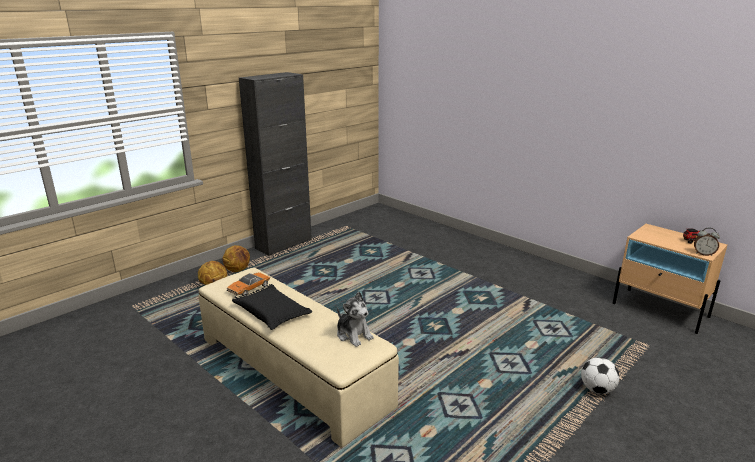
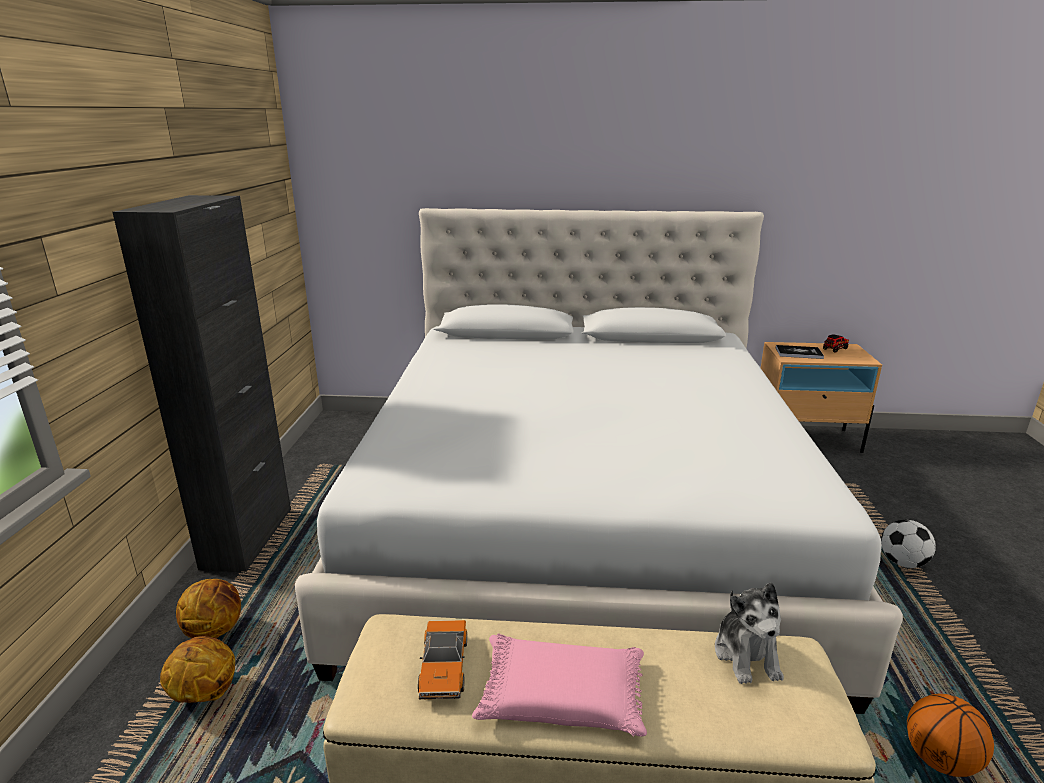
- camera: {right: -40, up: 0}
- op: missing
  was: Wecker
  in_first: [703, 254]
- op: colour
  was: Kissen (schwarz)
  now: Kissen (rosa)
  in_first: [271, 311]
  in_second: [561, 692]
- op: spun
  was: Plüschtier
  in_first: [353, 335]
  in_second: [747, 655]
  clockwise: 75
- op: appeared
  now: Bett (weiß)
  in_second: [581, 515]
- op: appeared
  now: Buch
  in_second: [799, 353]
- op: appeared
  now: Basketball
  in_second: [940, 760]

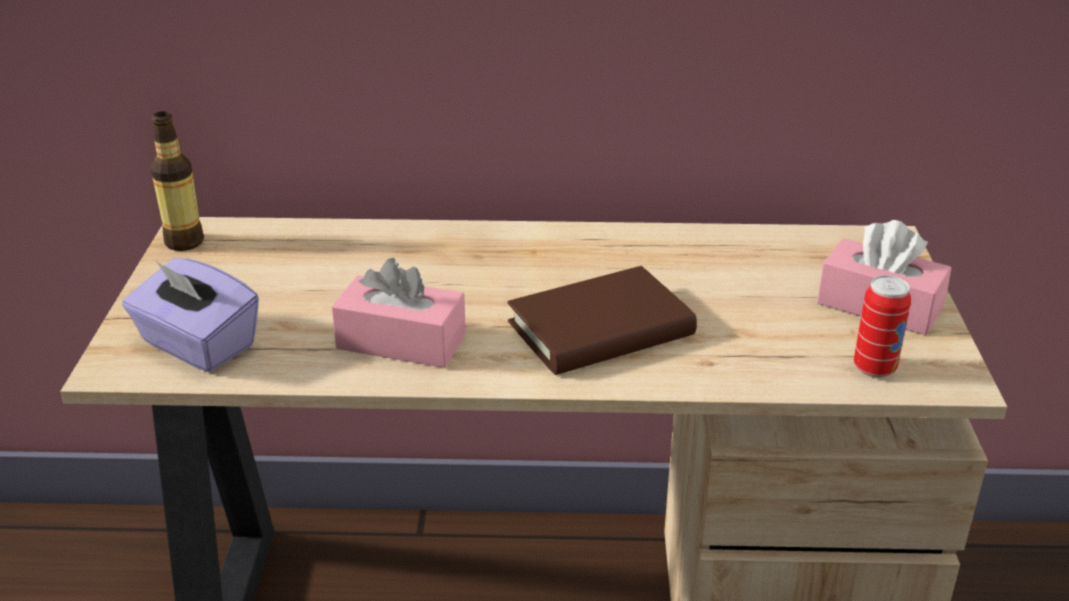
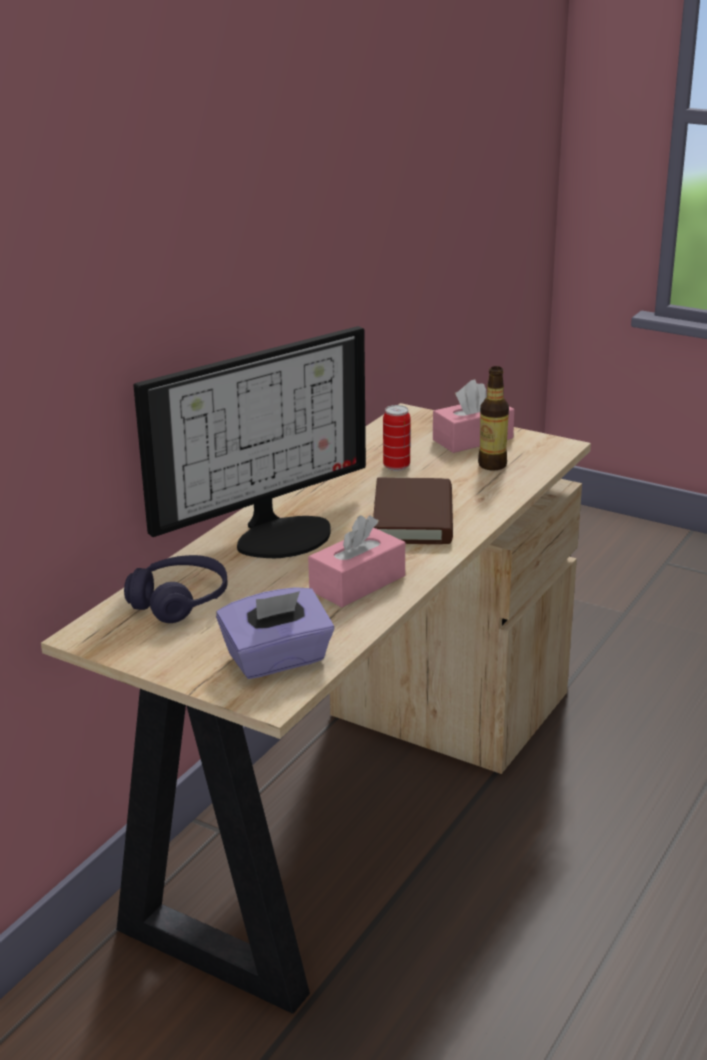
- camera: {right: -60, up: -5}
- op: relocated
  was: Flasche
  in_first: [184, 242]
  in_second: [492, 465]
- op: relocated
  was: Dose
  in_first: [874, 368]
  in_second: [396, 466]
- op: appeared
  now: Monitor
  in_second: [279, 533]
- op: appeared
  now: Kopfhörer (lila)
  in_second: [179, 601]

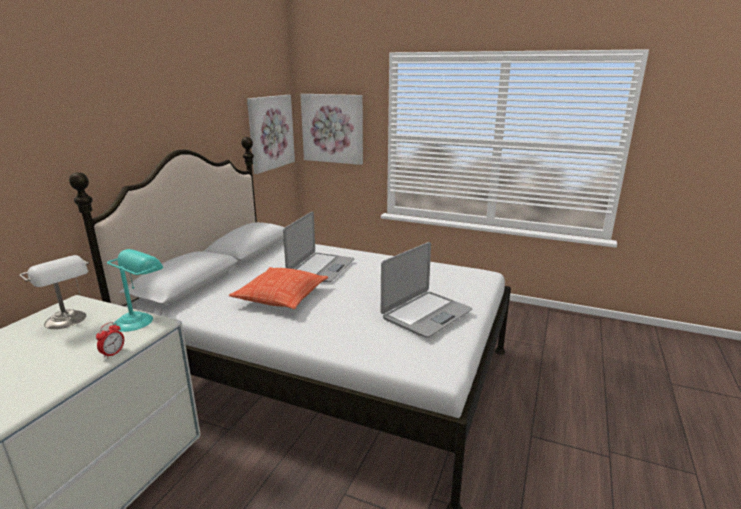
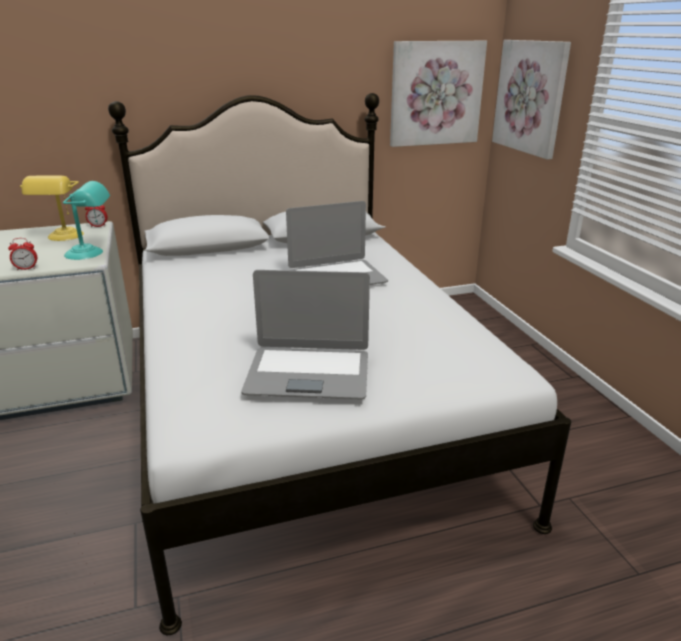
- camera: {right: 50, up: 5}
- op: colour
  was: Tischlampe (weiß)
  now: Tischlampe (gelb)
  in_first: [69, 322]
  in_second: [63, 237]
- op: missing
  was: Kissen (orange)
  in_first: [281, 298]
- op: appeared
  now: Wecker
  in_second: [98, 226]

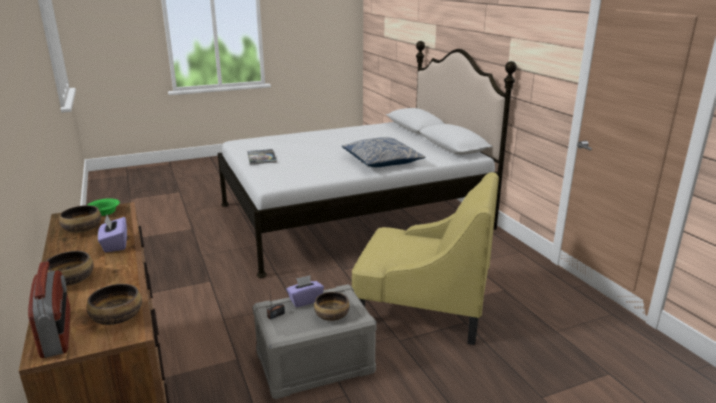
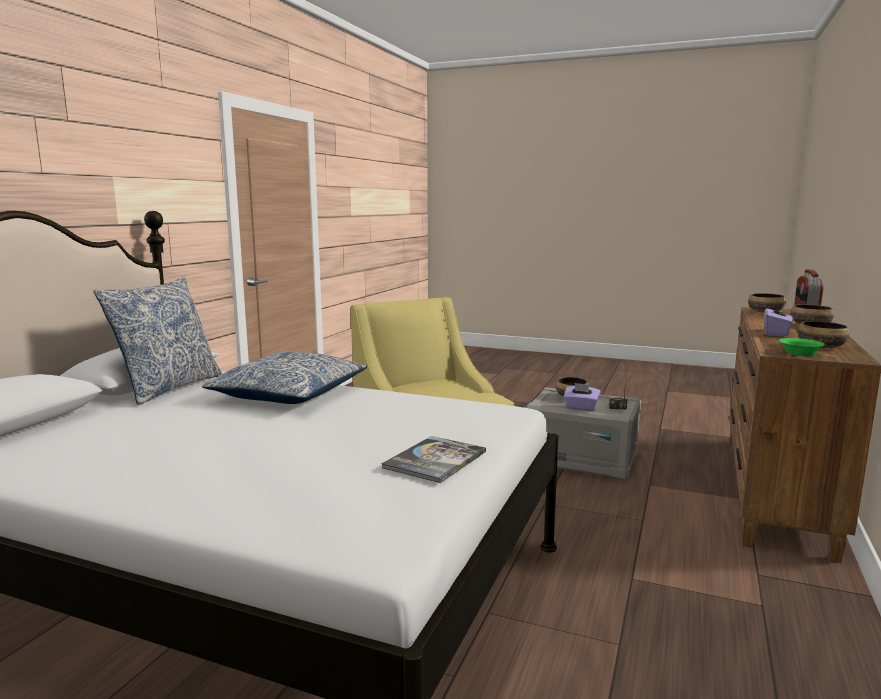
- camera: {right: -135, up: -10}
- op: appeared
  now: Kissen
  in_second: [168, 388]

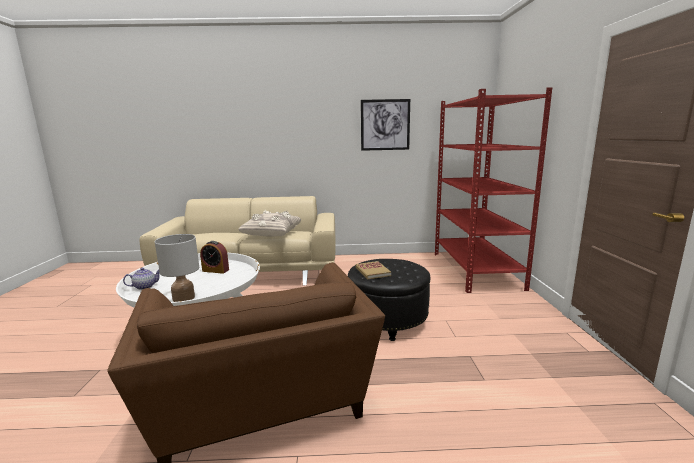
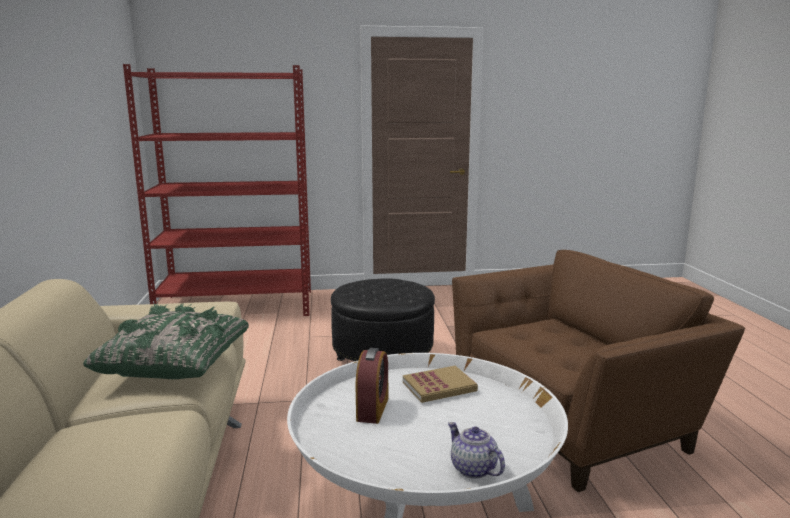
- camera: {right: -95, up: 0}
- op: missing
  was: Bild
  in_first: [385, 125]
- op: colour
  was: Kissen (beige)
  now: Kissen (grün)
  in_first: [272, 234]
  in_second: [174, 366]
- op: missing
  was: Tischlampe (grau)
  in_first: [183, 298]
- op: relocated
  was: Buch
  in_first: [372, 271]
  in_second: [439, 387]

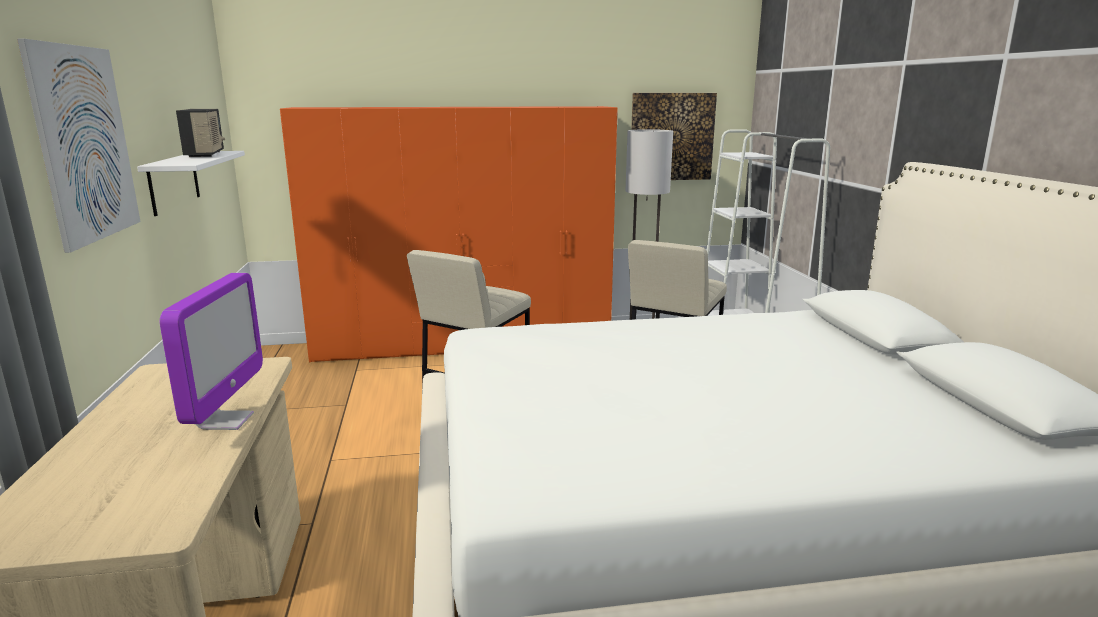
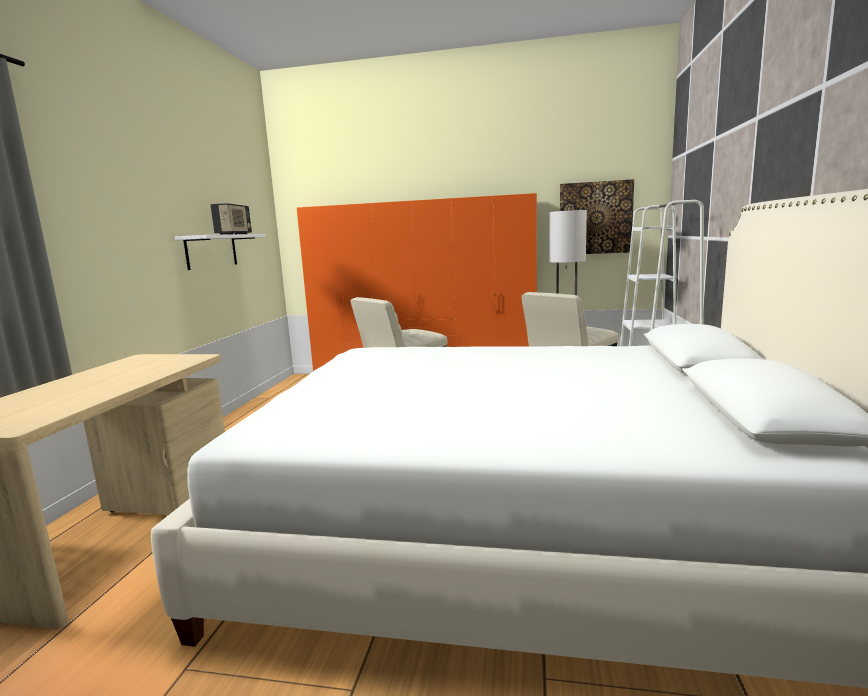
- camera: {right: 20, up: -5}
- op: missing
  was: Bild
  in_first: [85, 144]
- op: missing
  was: Monitor
  in_first: [225, 421]

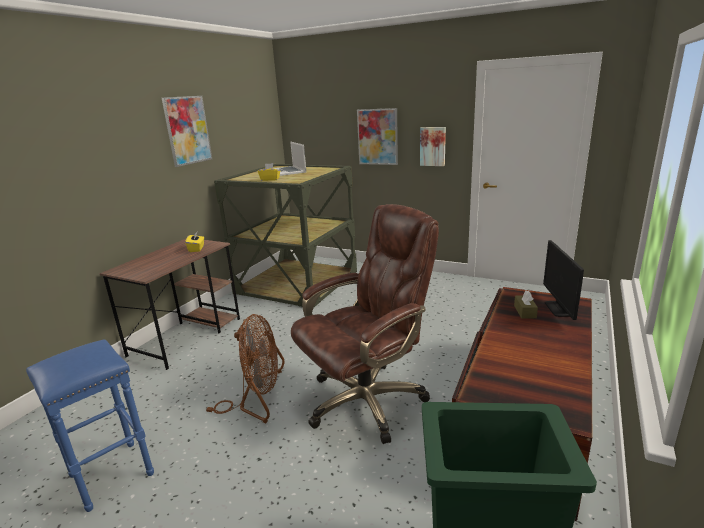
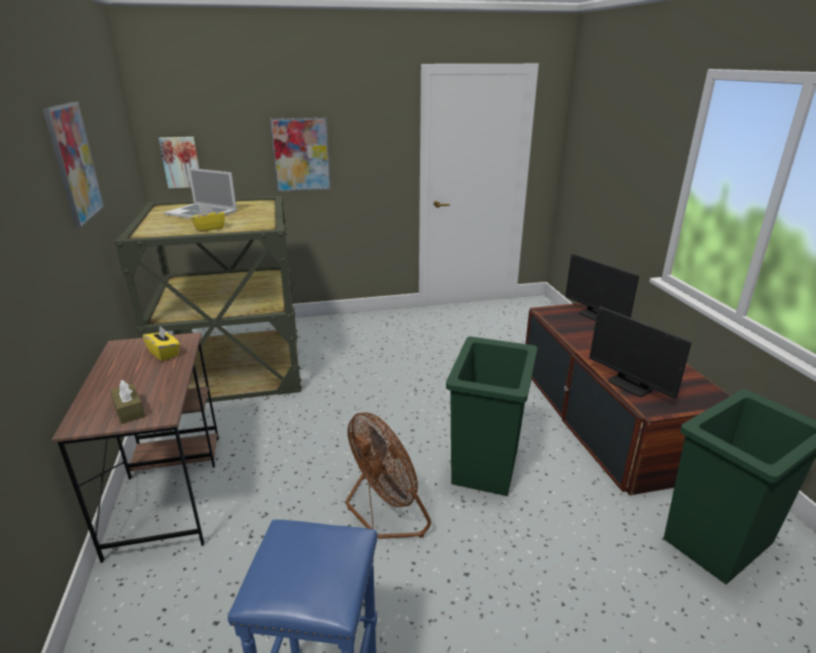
- camera: {right: -40, up: 5}
- op: relocated
  was: Bild
  in_first: [433, 146]
  in_second: [181, 162]
- op: exchanged
  was: Bürostuhl (braun)
  now: Mülleimer (grün)
  in_first: [366, 401]
  in_second: [486, 465]
- op: relocated
  was: Taschentuchbox (braun)
  in_first: [525, 312]
  in_second: [129, 410]
- op: appeared
  now: Monitor
  in_second: [630, 385]

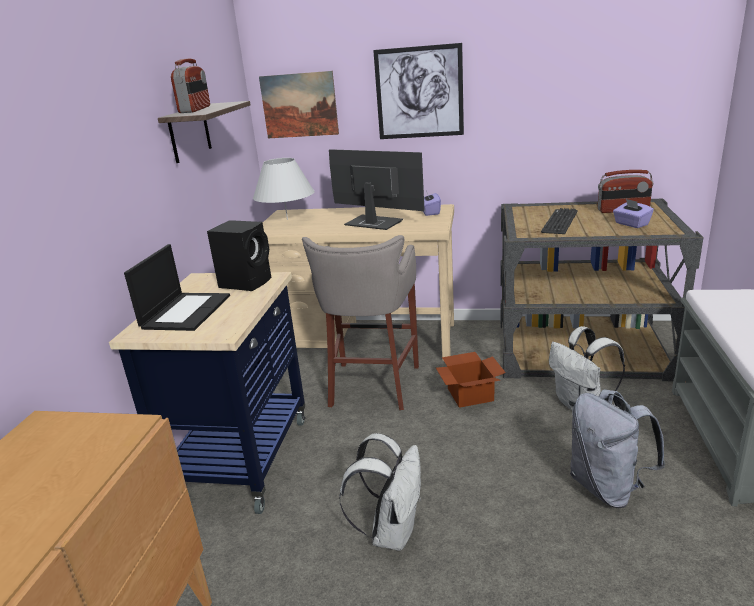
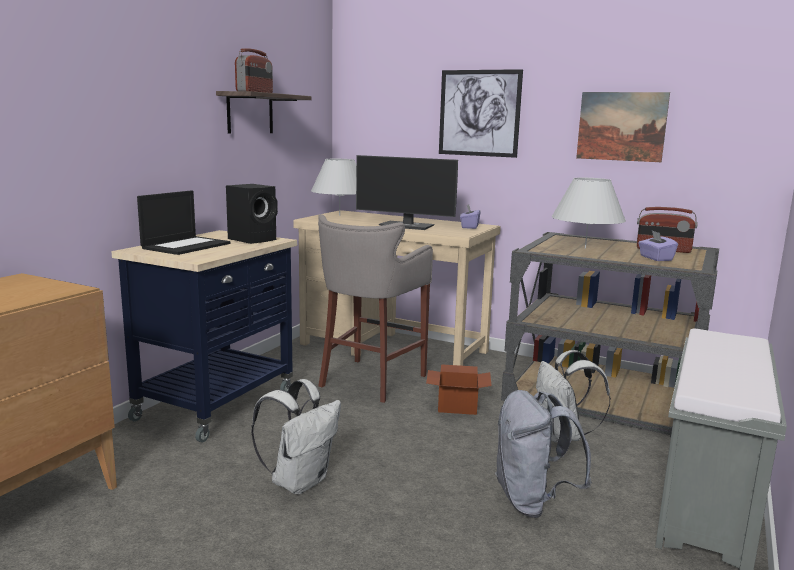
- camera: {right: 15, up: -10}
- op: relocated
  was: Bild
  in_first: [299, 105]
  in_second: [621, 126]
- op: spun
  was: Monitor
  in_first: [372, 223]
  in_second: [408, 226]
  clockwise: 150
- op: exchanged
  was: Tastatur
  now: Tischlampe (weiß)
  in_first: [559, 222]
  in_second: [585, 248]

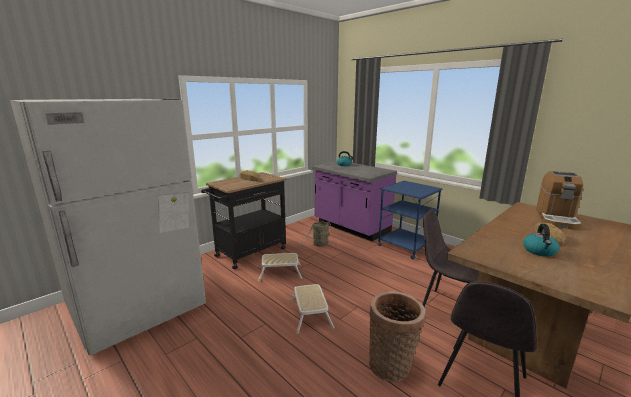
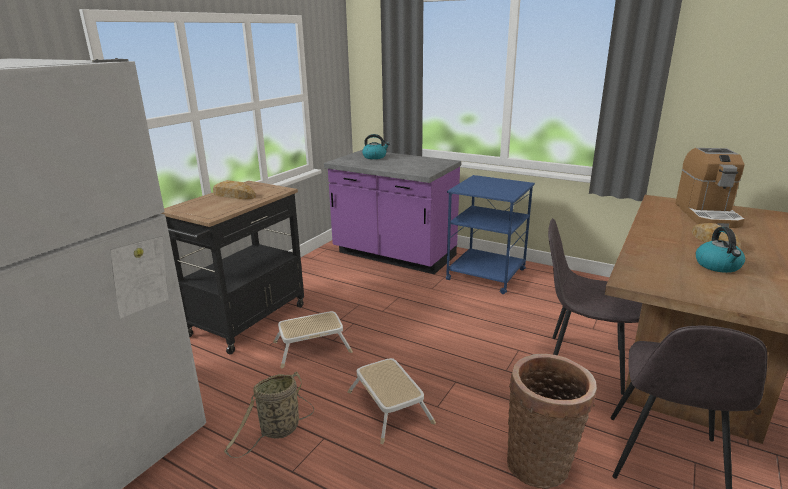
- camera: {right: -15, up: 5}
- op: relocated
  was: Korb
  in_first: [319, 245]
  in_second: [278, 431]

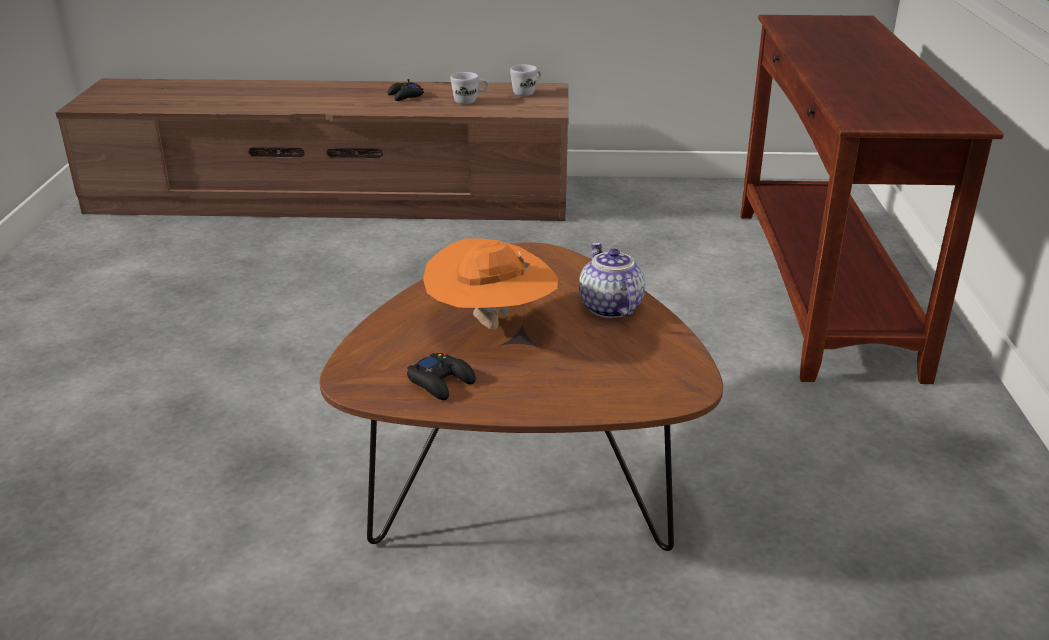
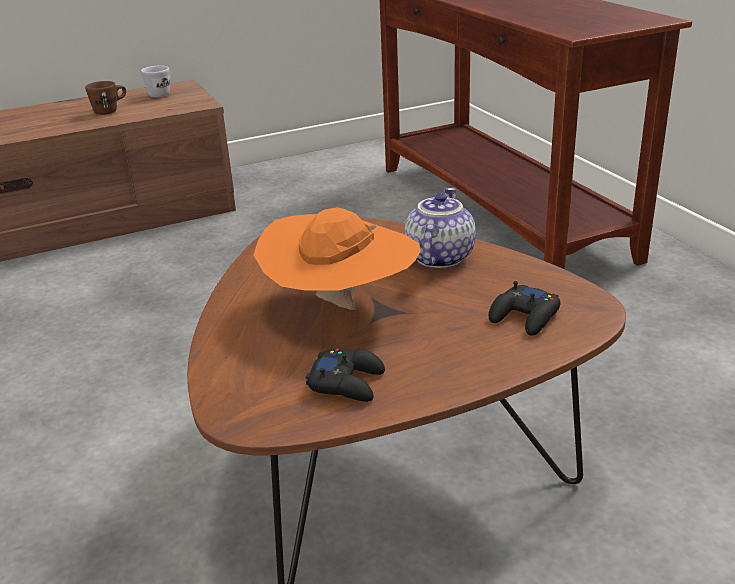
- camera: {right: -25, up: 0}
- op: colour
  was: Henkelbecher (weiß)
  now: Henkelbecher (braun)
  in_first: [470, 101]
  in_second: [111, 111]
- op: relocated
  was: Gamepad (schwarz)
  in_first: [405, 96]
  in_second: [525, 317]
- op: spun
  was: Teekanne
  in_first: [608, 308]
  in_second: [438, 257]
  clockwise: 60

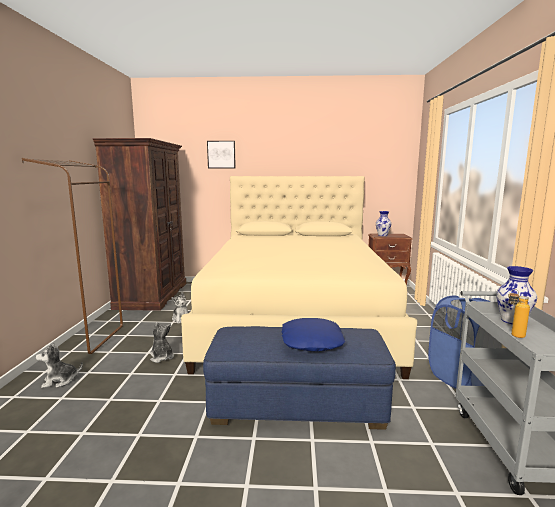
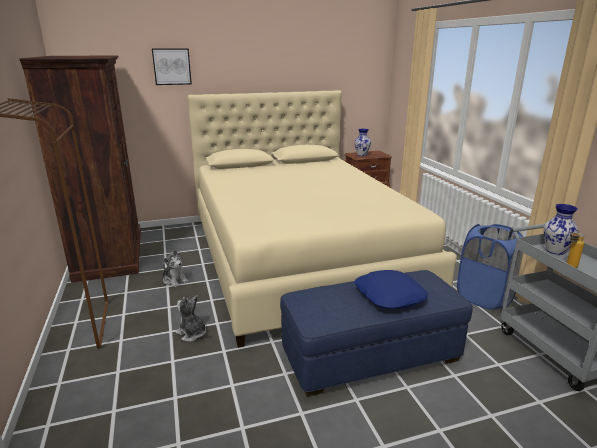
- camera: {right: -20, up: 10}
- op: missing
  was: Plüschtier
  in_first: [60, 381]

